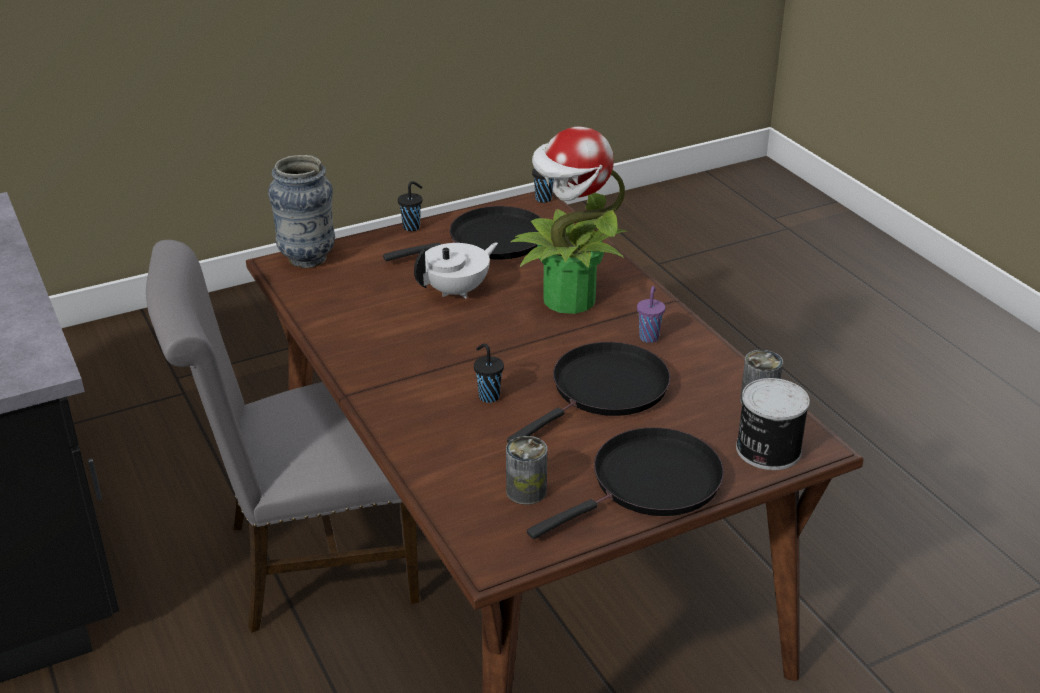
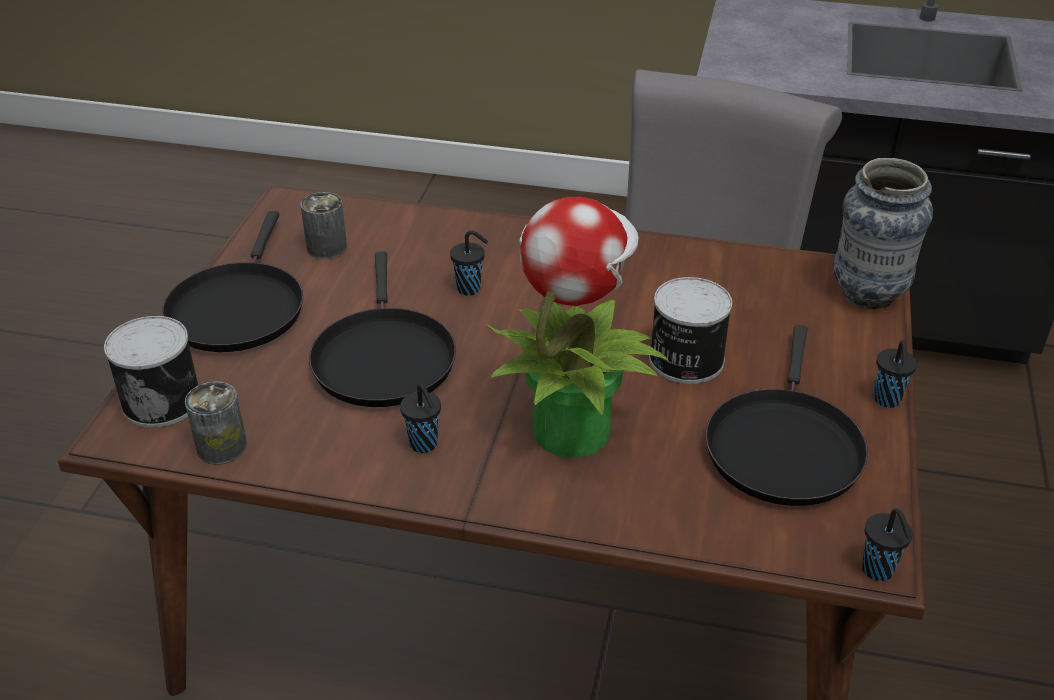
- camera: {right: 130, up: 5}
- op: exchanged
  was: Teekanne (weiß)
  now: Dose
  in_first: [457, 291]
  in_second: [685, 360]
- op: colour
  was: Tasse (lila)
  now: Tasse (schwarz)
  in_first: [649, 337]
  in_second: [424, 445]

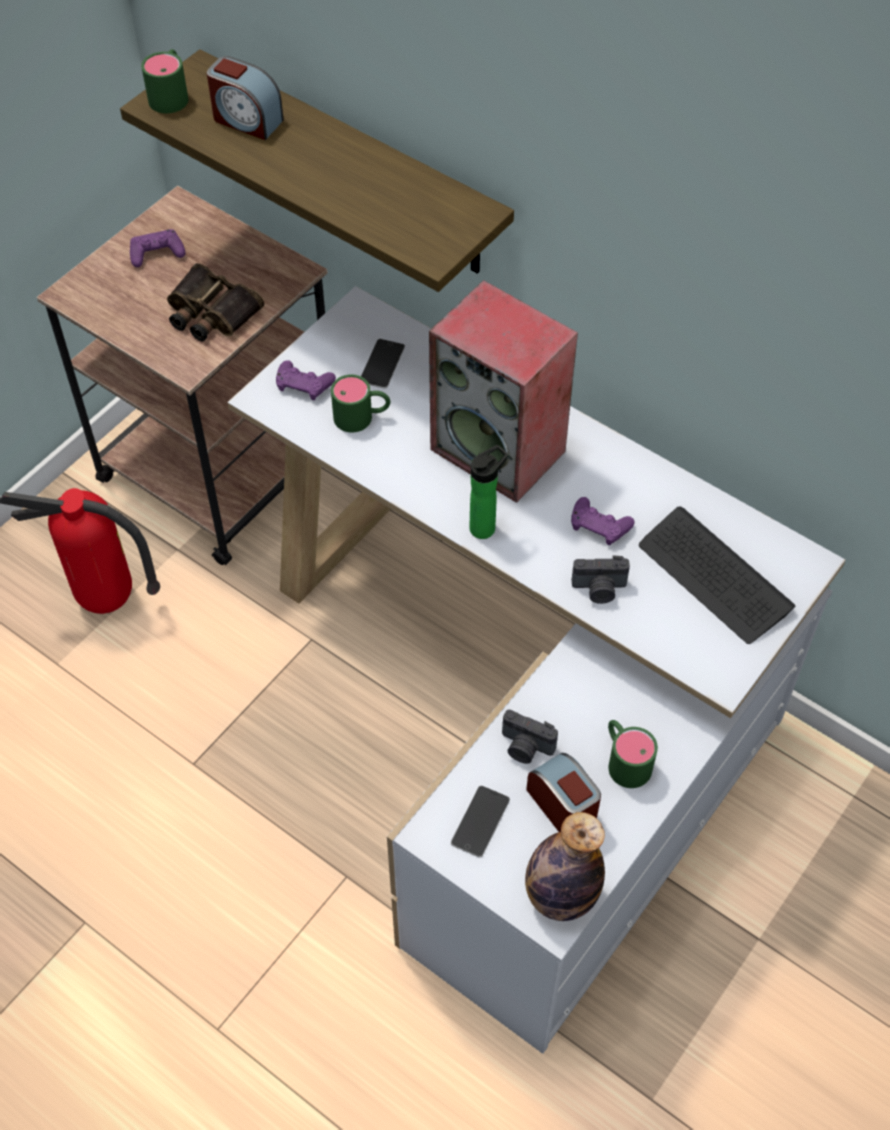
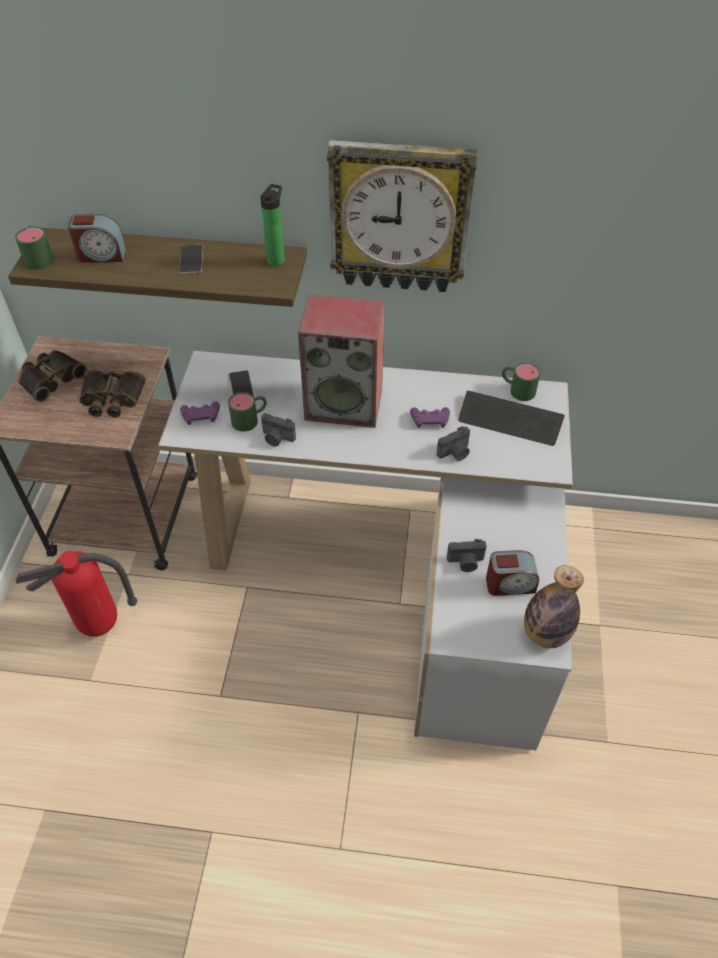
- camera: {right: -30, up: -5}
- op: exchanged
  was: Gamepad (lila)
  now: Fernglas
  in_first: [157, 253]
  in_second: [51, 378]
- op: relocated
  was: Flasche
  in_first: [485, 526]
  in_second: [277, 259]
- op: relocated
  was: Henkelbecher (grün)
  in_first: [624, 760]
  in_second: [517, 389]
- op: spun
  was: Wecker
  in_first: [563, 806]
  in_second: [510, 584]
  clockwise: 150
- op: relocated
  was: Handy
  in_first: [480, 821]
  in_second: [191, 259]
- op: appeared
  now: Wanduhr
  in_second: [399, 217]
- op: appeared
  now: Kamera
  in_second: [277, 438]

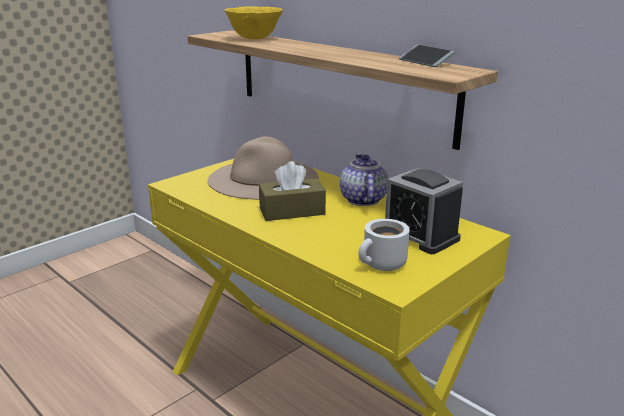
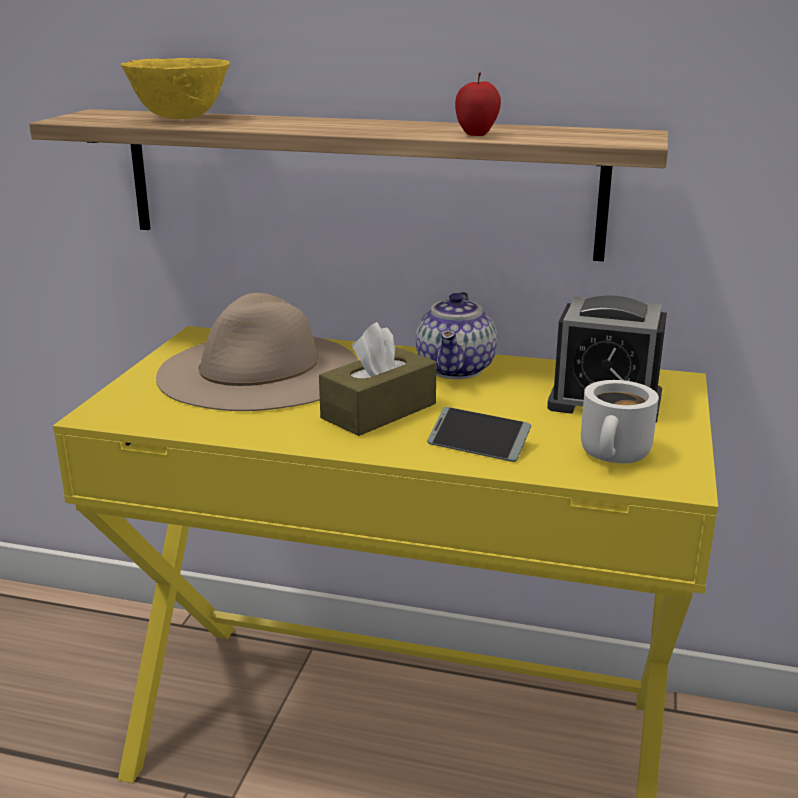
- camera: {right: -30, up: 0}
- op: relocated
  was: Handy
  in_first: [425, 62]
  in_second: [478, 444]
- op: spun
  was: Teekanne
  in_first: [361, 200]
  in_second: [457, 370]
  clockwise: -135
- op: appeared
  now: Apfel
  in_second: [476, 134]

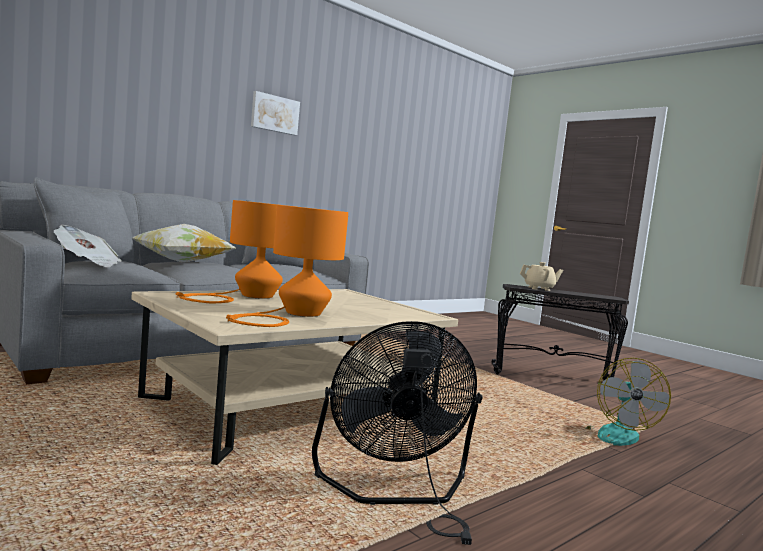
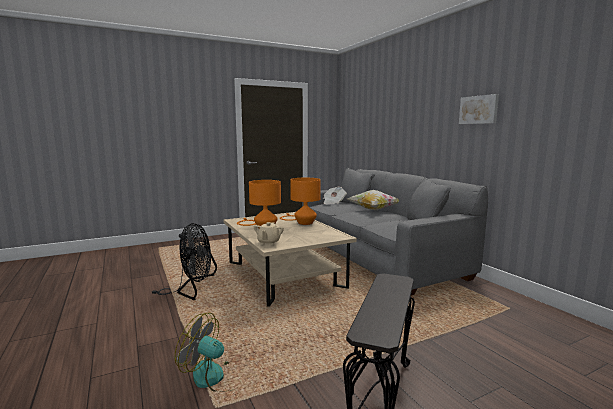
- camera: {right: 105, up: 5}
- op: relocated
  was: Teekanne (beige)
  in_first: [539, 288]
  in_second: [268, 242]

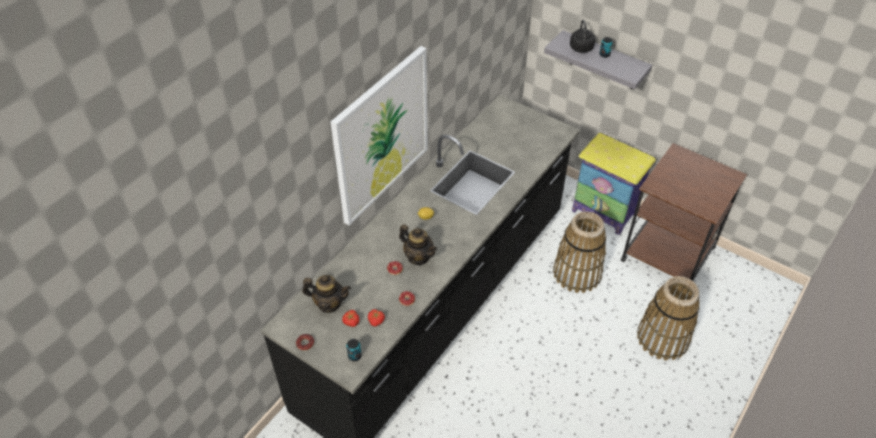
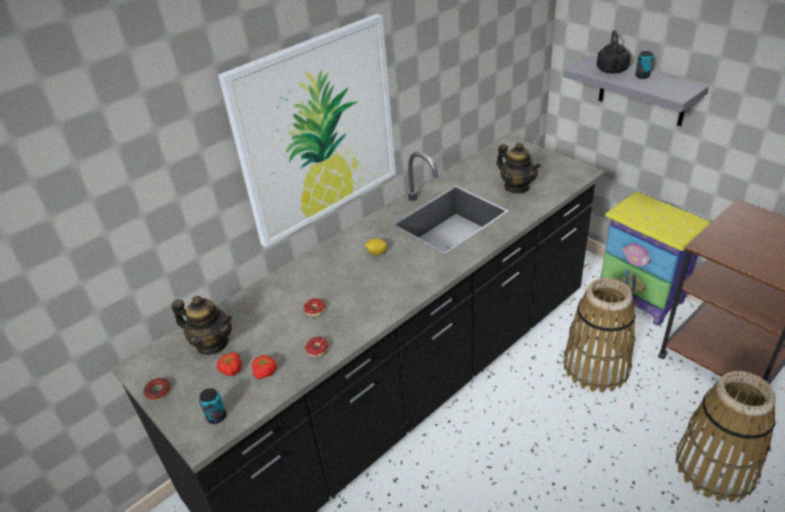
- camera: {right: 15, up: -10}
- op: relocated
  was: Teekanne
  in_first: [418, 257]
  in_second: [517, 187]

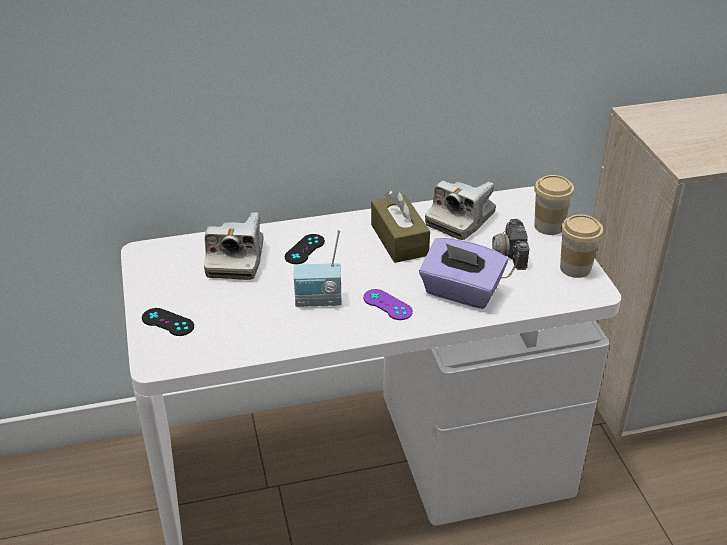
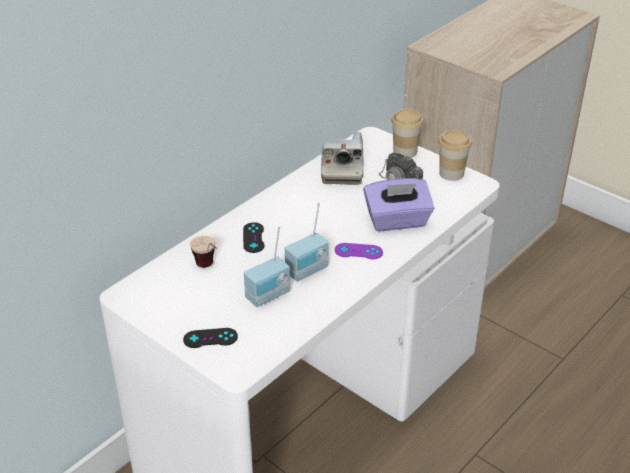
- camera: {right: -35, up: 0}
- op: missing
  was: Taschentuchbox (braun)
  in_first: [399, 240]
- op: exchanged
  was: Kamera
  now: Tasse
  in_first: [236, 260]
  in_second: [209, 268]
- op: appeared
  now: Radio
  in_second: [269, 296]

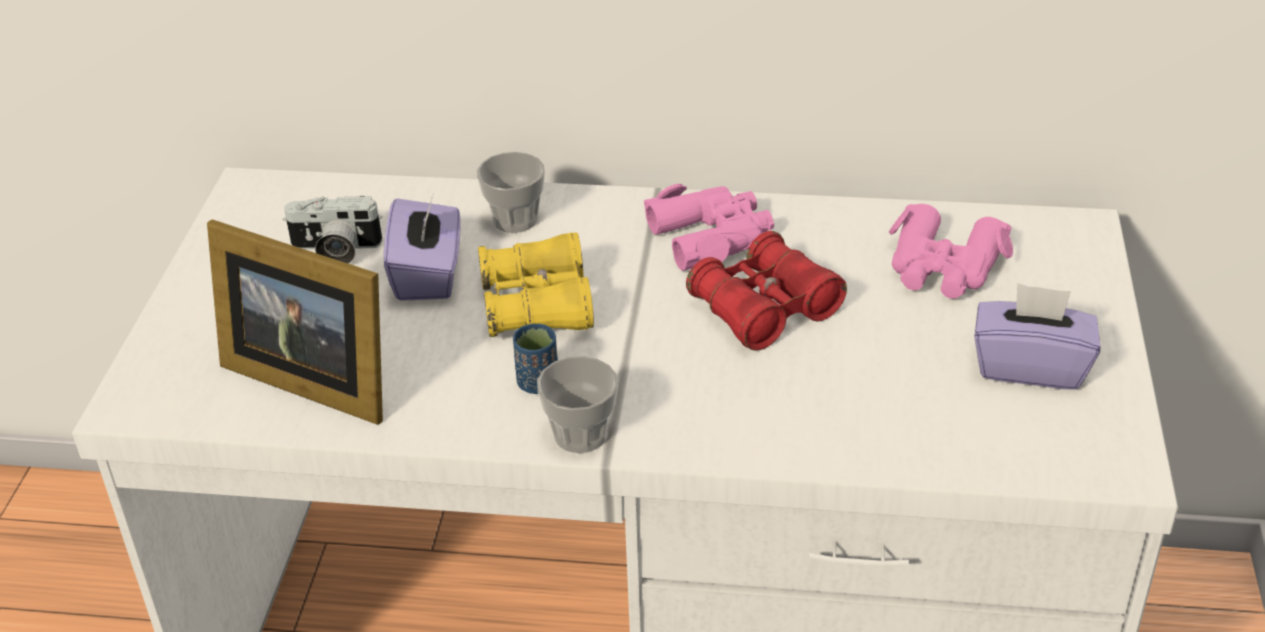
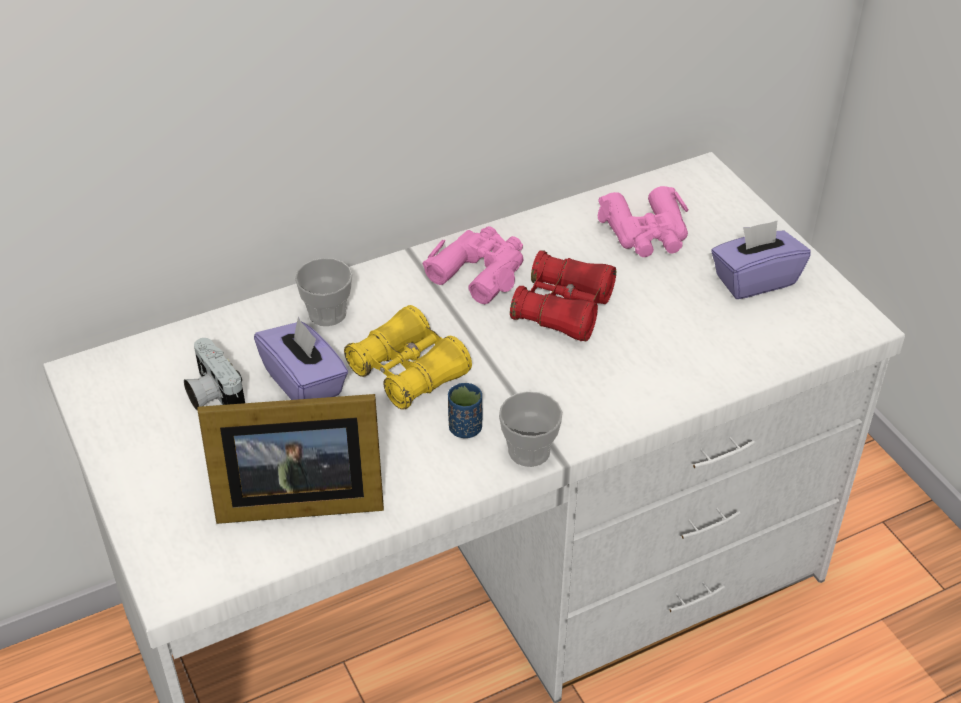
- camera: {right: -35, up: 5}
- op: spun
  was: Kamera
  in_first: [335, 251]
  in_second: [212, 394]
  clockwise: 90

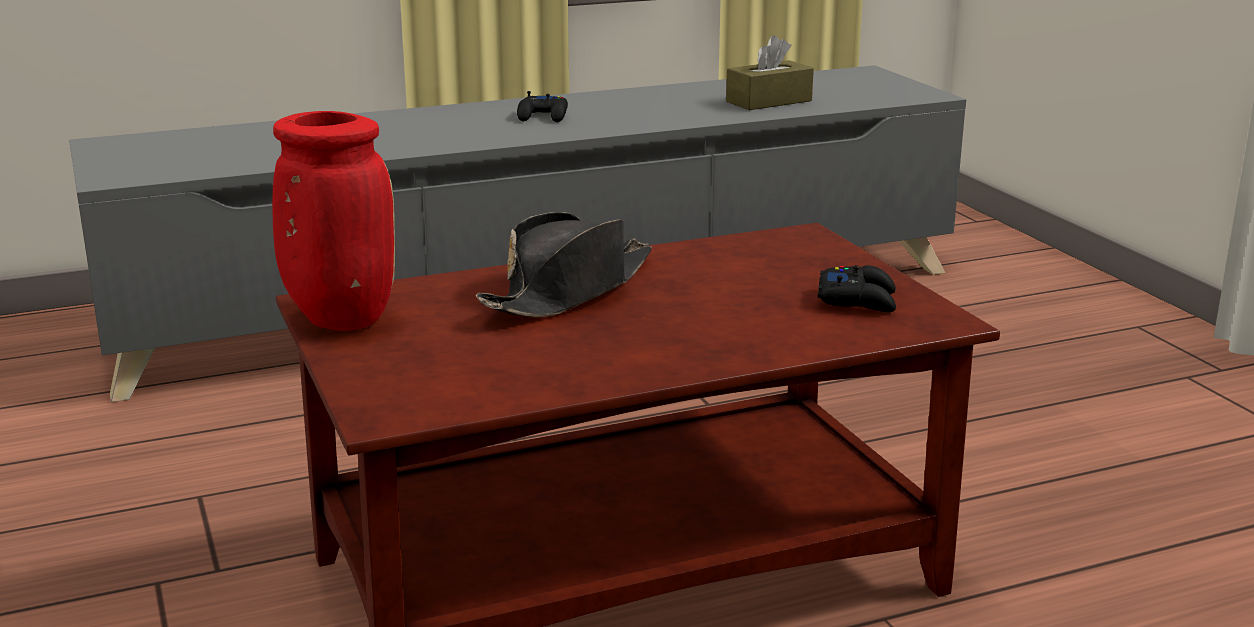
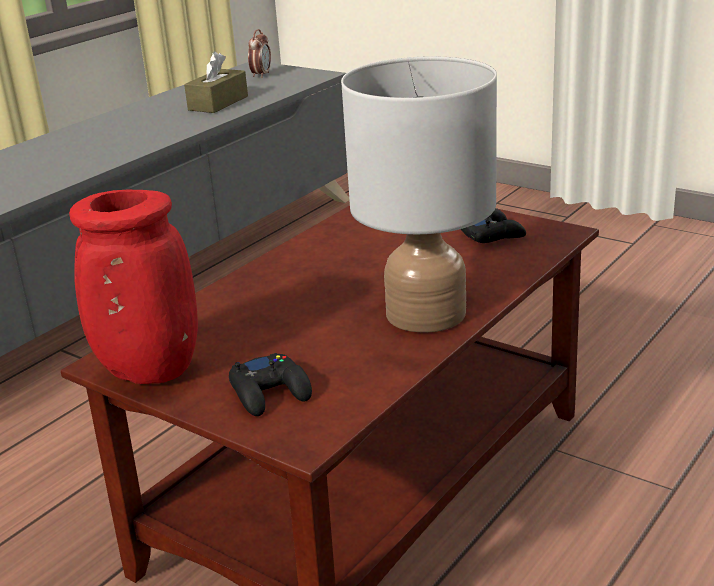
- camera: {right: -30, up: 5}
- op: relocated
  was: Gamepad (schwarz)
  in_first: [543, 116]
  in_second: [270, 392]
- op: missing
  was: Hut (schwarz)
  in_first: [569, 290]
- op: appeared
  now: Wecker
  in_second: [261, 75]
- op: appeared
  now: Tischlampe (grau)
  in_second: [424, 313]

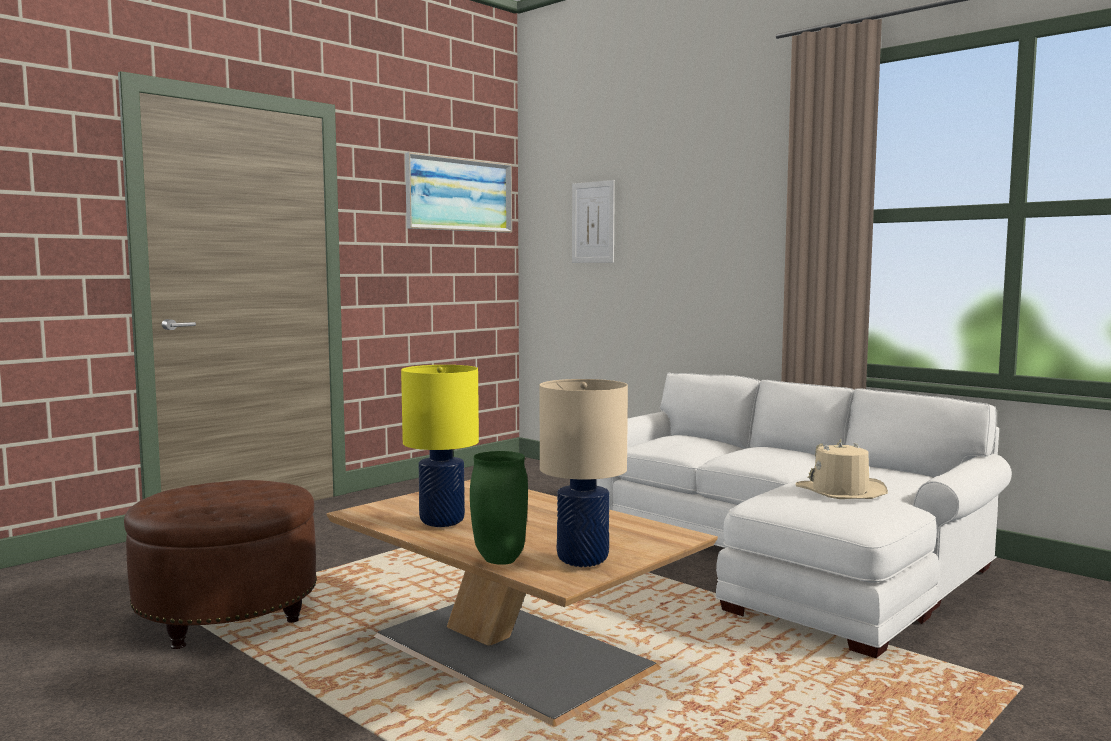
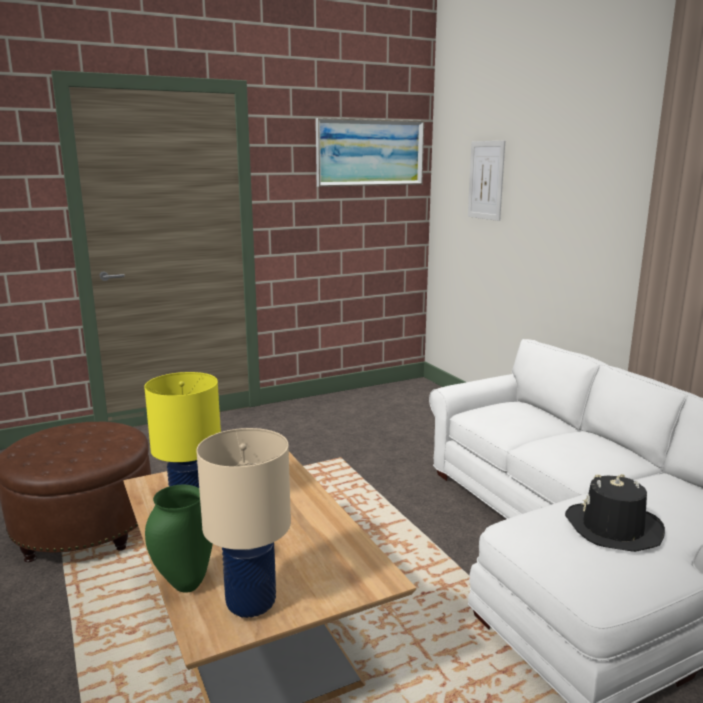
- camera: {right: 20, up: 10}
- op: colour
  was: Hut (beige)
  now: Hut (schwarz)
  in_first: [841, 492]
  in_second: [613, 528]

